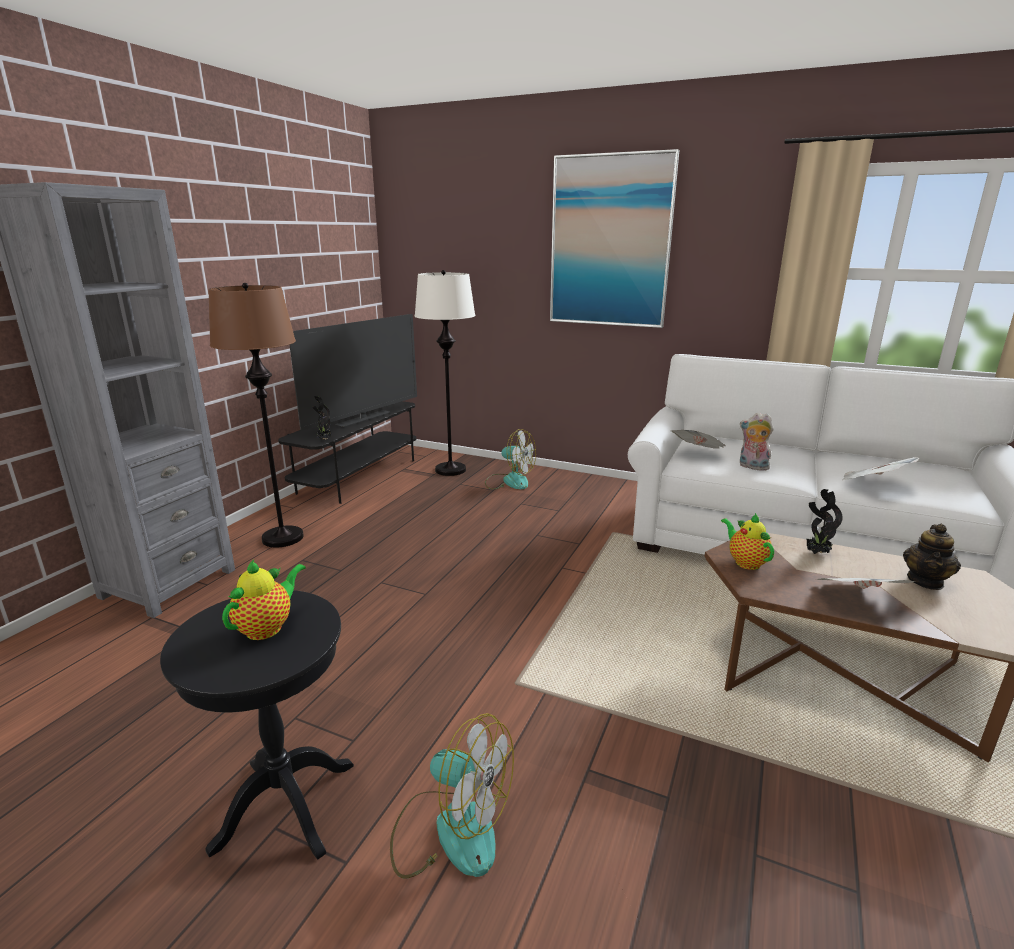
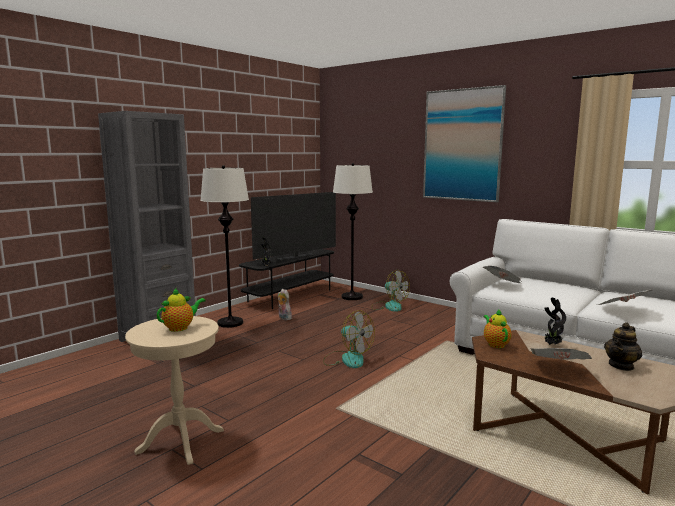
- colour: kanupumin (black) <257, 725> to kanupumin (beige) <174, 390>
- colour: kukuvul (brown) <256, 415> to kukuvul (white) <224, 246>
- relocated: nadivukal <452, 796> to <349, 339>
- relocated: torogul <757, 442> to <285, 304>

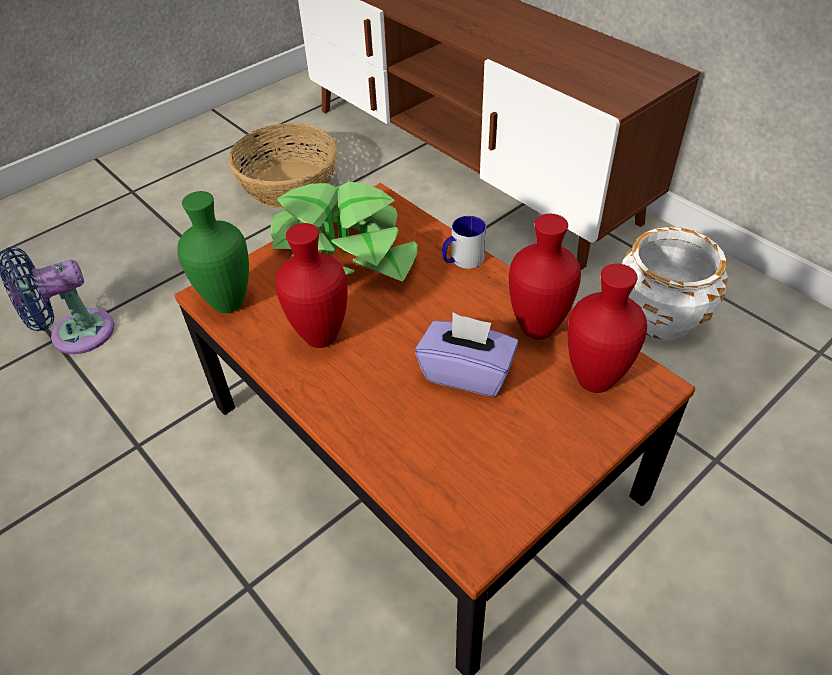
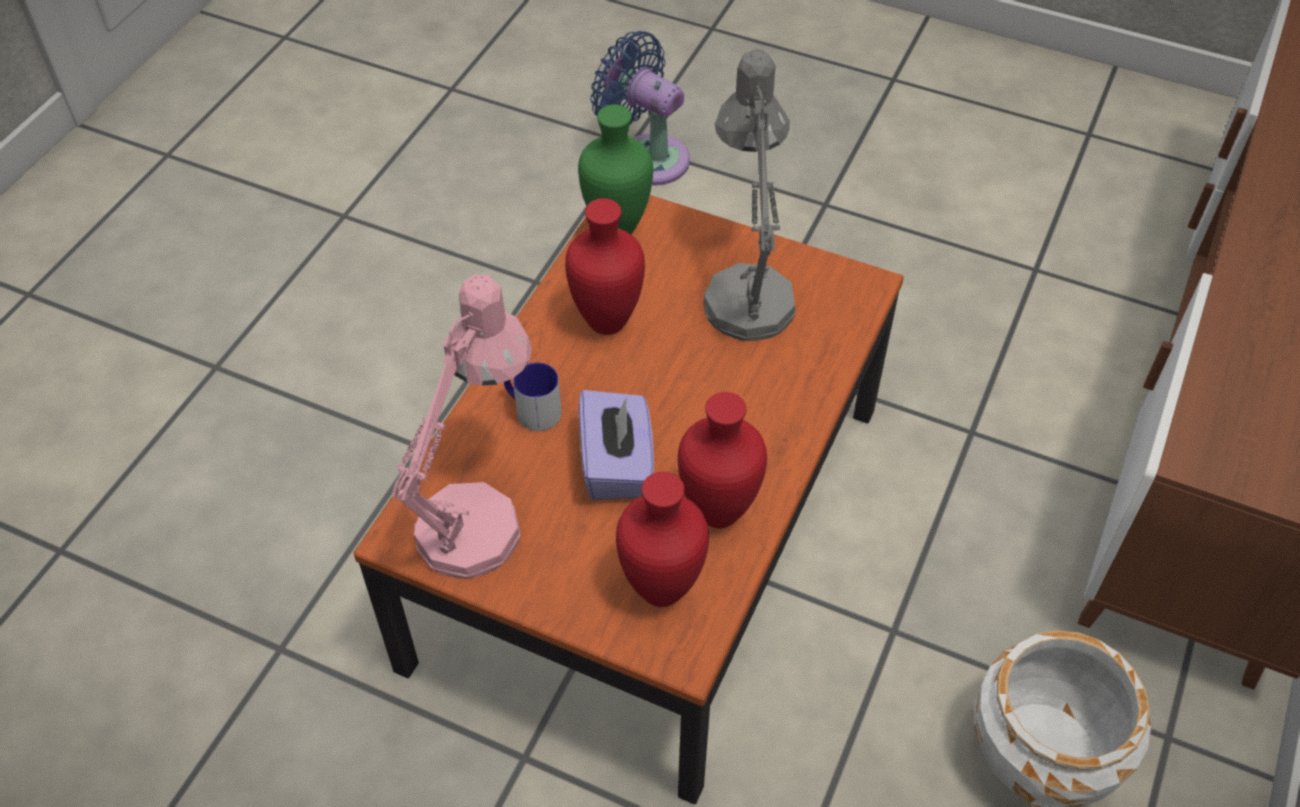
- missing: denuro <282, 165>
- exchanged: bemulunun <344, 232> to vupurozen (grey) <750, 195>
- relocated: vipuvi <464, 242> to <533, 396>
- appeared: vupurozen (pink) <462, 427>

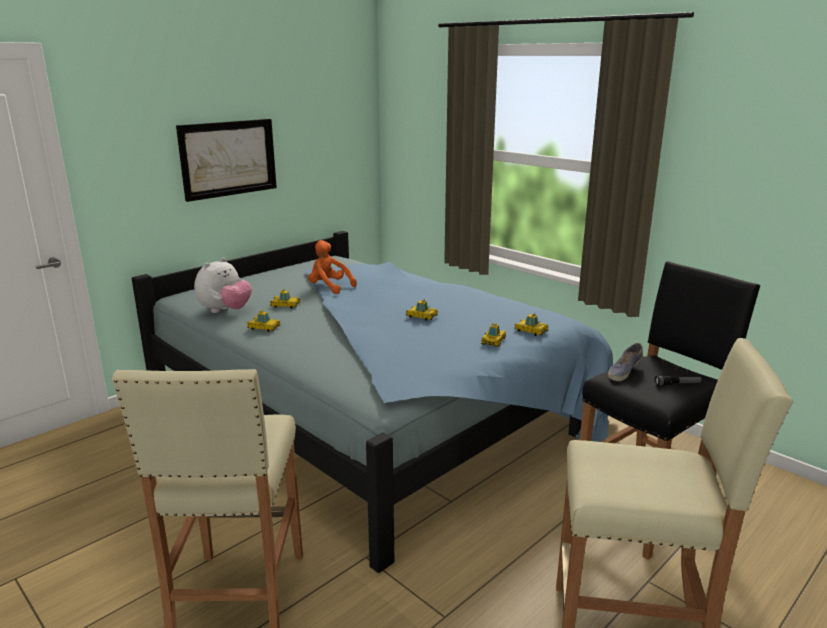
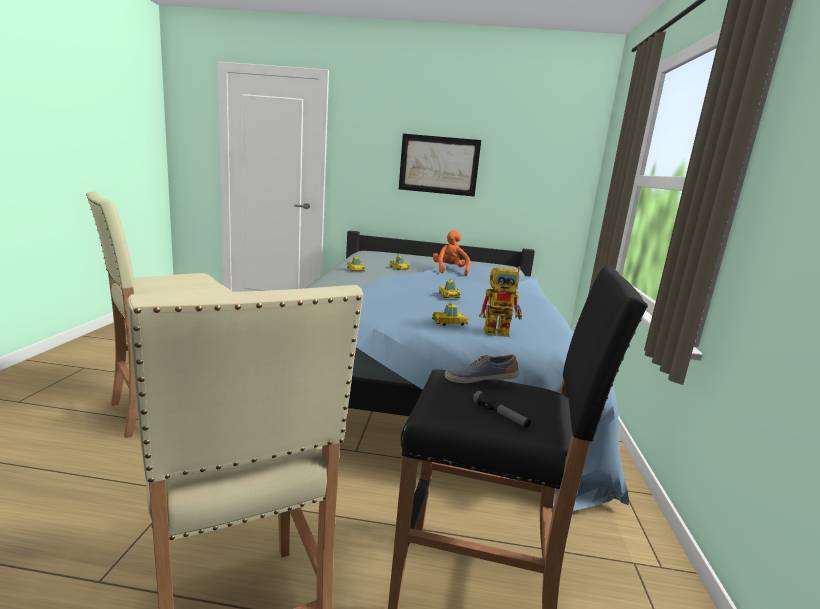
- missing: torogul <223, 285>
- exchanged: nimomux <531, 324> to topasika <500, 302>

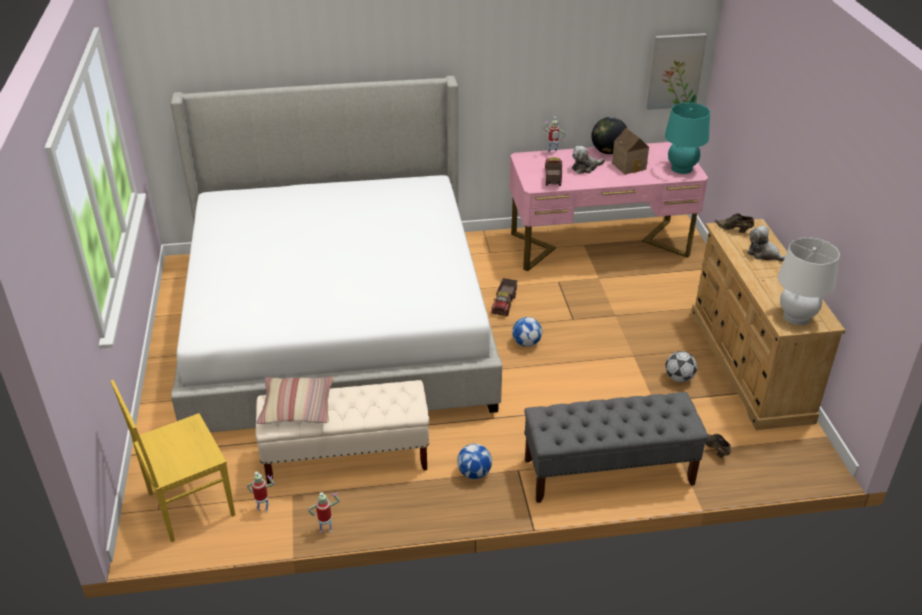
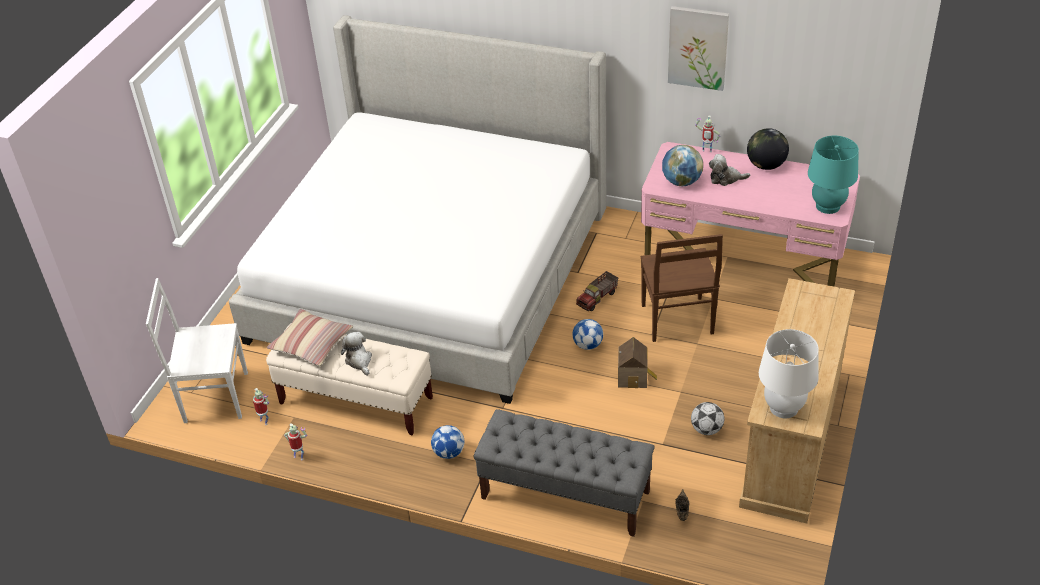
- colour: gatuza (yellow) <173, 461> to gatuza (white) <197, 350>
- exchanged: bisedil <553, 171> to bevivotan <682, 165>
- relocated: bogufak <630, 151> to <637, 362>
- relocated: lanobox <676, 71> to <698, 48>
- missing: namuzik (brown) <734, 223>
- relocated: torogul <766, 243> to <356, 354>
- appeared: gatuza (brown) <682, 288>

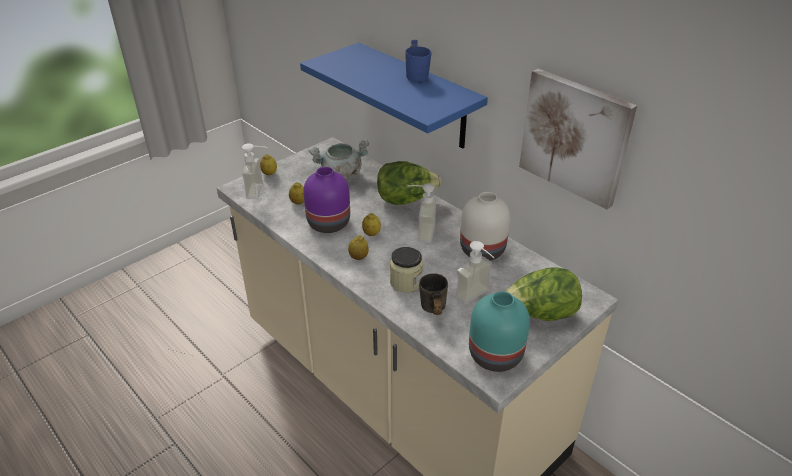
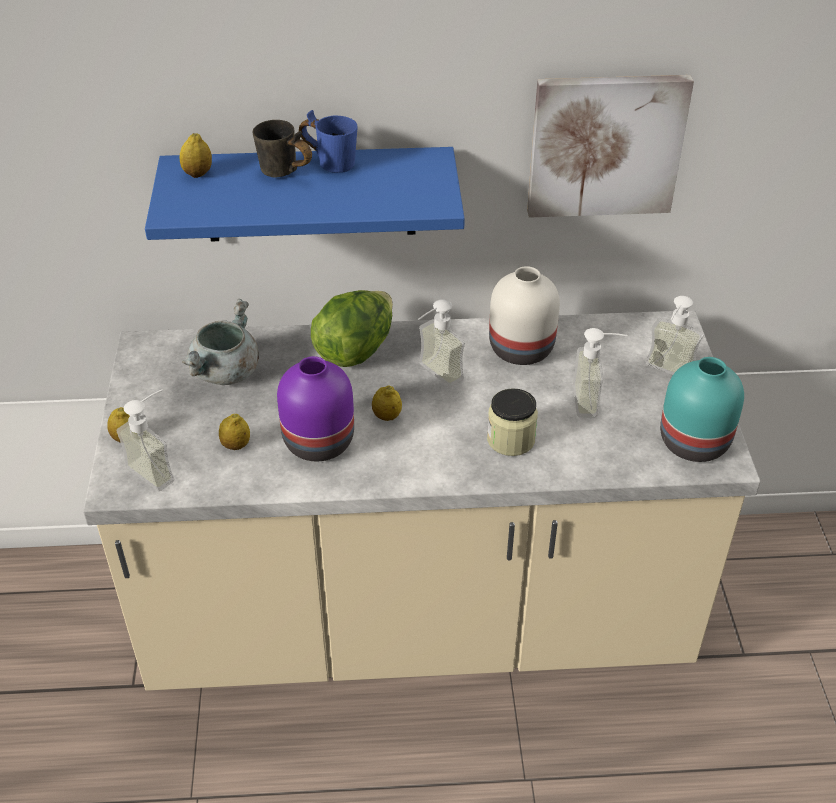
- relocated: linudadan <358, 247> to <196, 155>
- relocated: vipuvi (grey) <433, 294> to <282, 149>
- exchanged: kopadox <543, 294> to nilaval <674, 335>

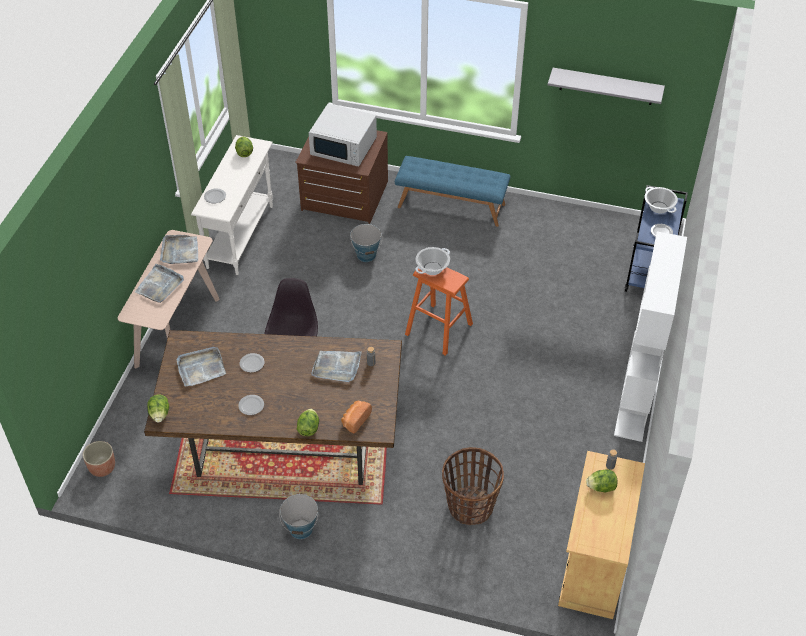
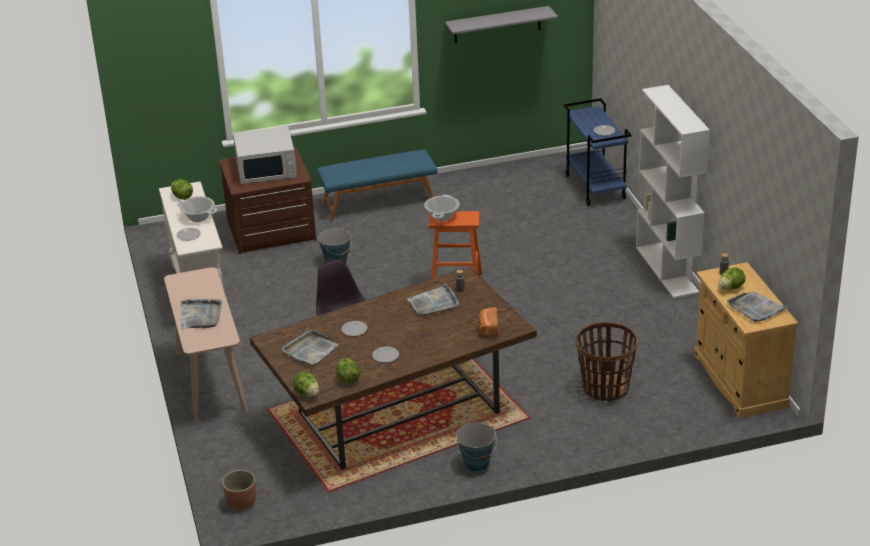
- relocated: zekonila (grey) <179, 249> to <757, 306>
- relocated: kopadox <308, 422> to <348, 371>
- relocated: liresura <661, 200> to <197, 209>

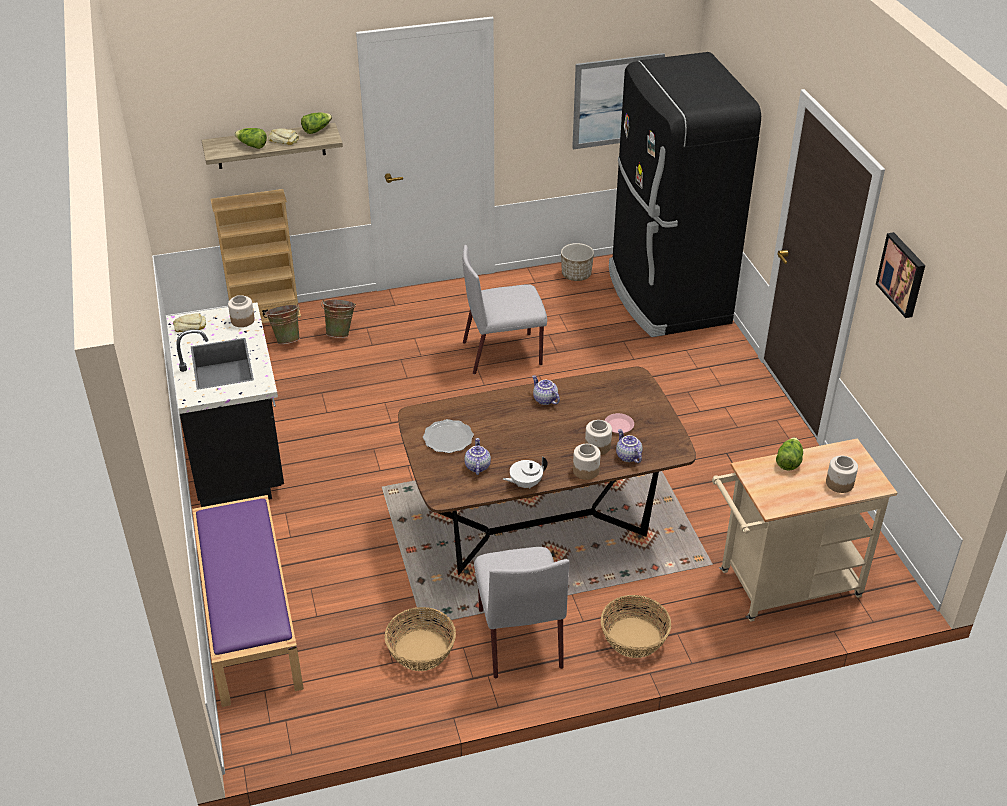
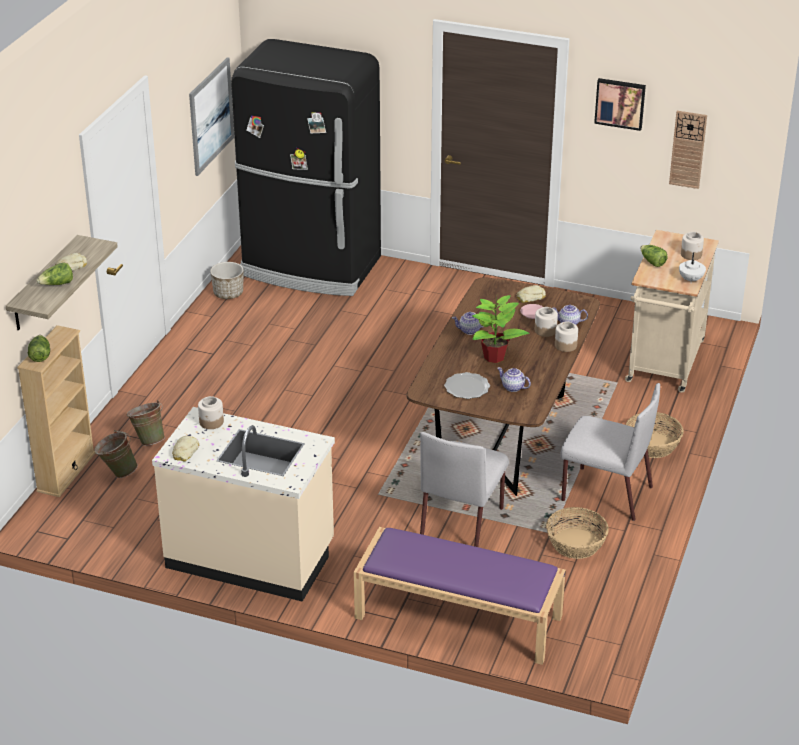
- colour: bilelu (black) <225, 405> to bilelu (beige) <243, 504>
- relocated: kopadox <316, 123> to <39, 348>
- relocated: gatuza (grey) <505, 309> to <464, 489>
- relocated: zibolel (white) <525, 473> to <692, 267>
- appeared: bemulunun <500, 329>
- appeared: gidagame <531, 294>
- appeared: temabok <688, 150>

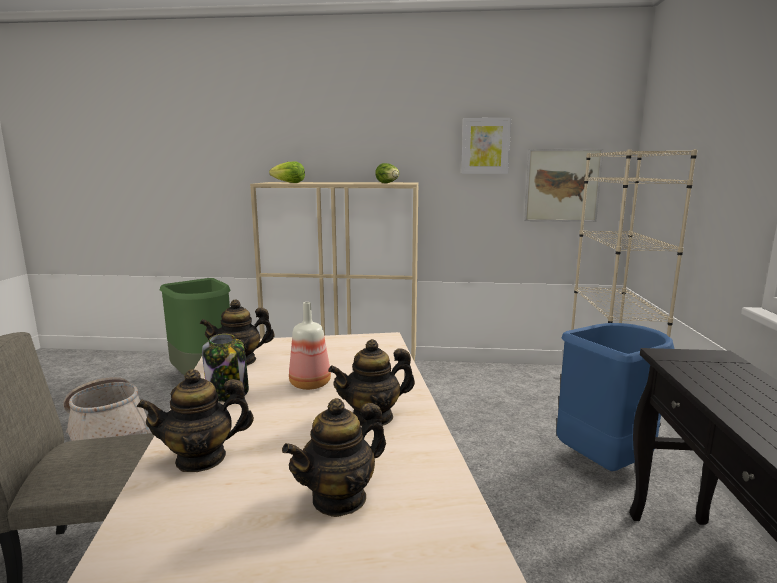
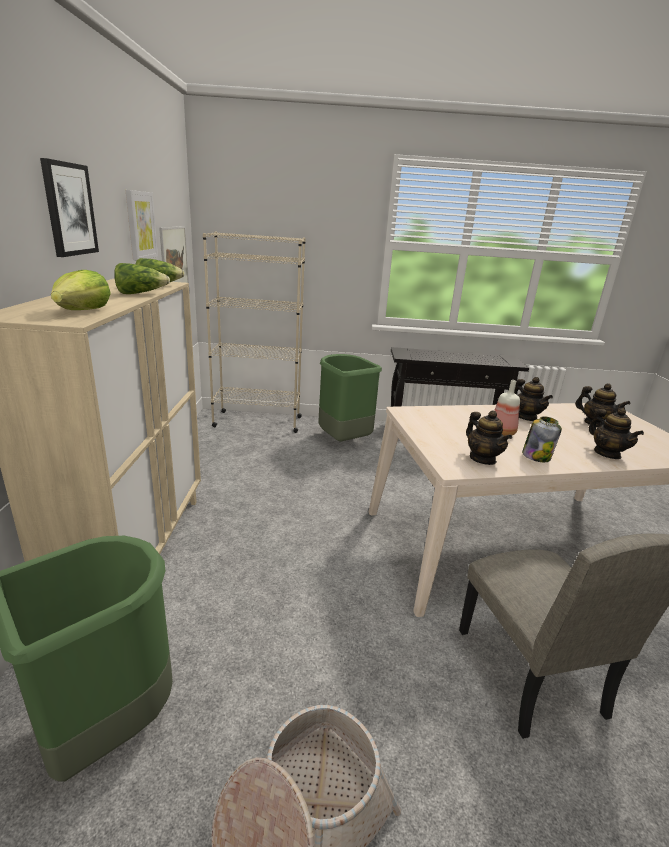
- colour: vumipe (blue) <615, 397> to vumipe (green) <350, 398>
- appeared: lanobox <69, 207>
- appeared: kopadox <142, 278>

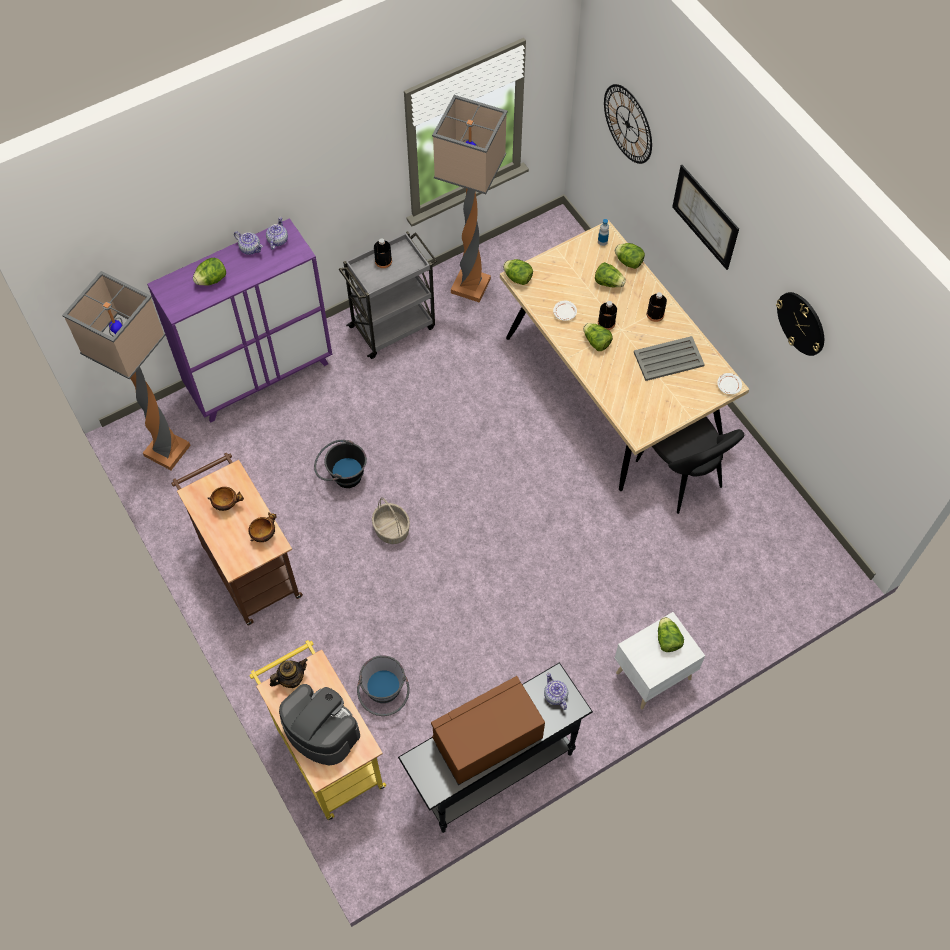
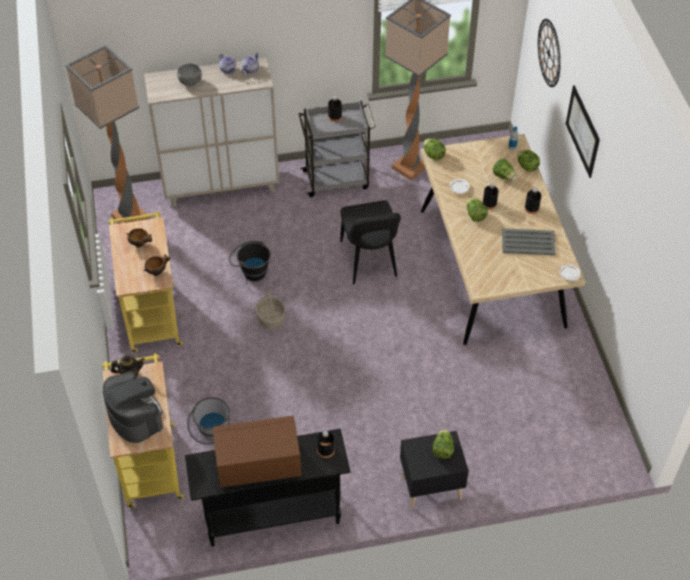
- colour: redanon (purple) <240, 320> to redanon (beige) <211, 132>
- colour: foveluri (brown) <237, 538> to foveluri (yellow) <146, 282>
- exchanged: kopadox <209, 272> to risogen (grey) <189, 75>
- exchanged: zibolel <556, 691> to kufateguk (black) <326, 444>
- colour: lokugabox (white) <660, 660> to lokugabox (black) <434, 470>
- relocated: gatuza (black) <690, 465> to <370, 242>
- missing: temabok <800, 324>

